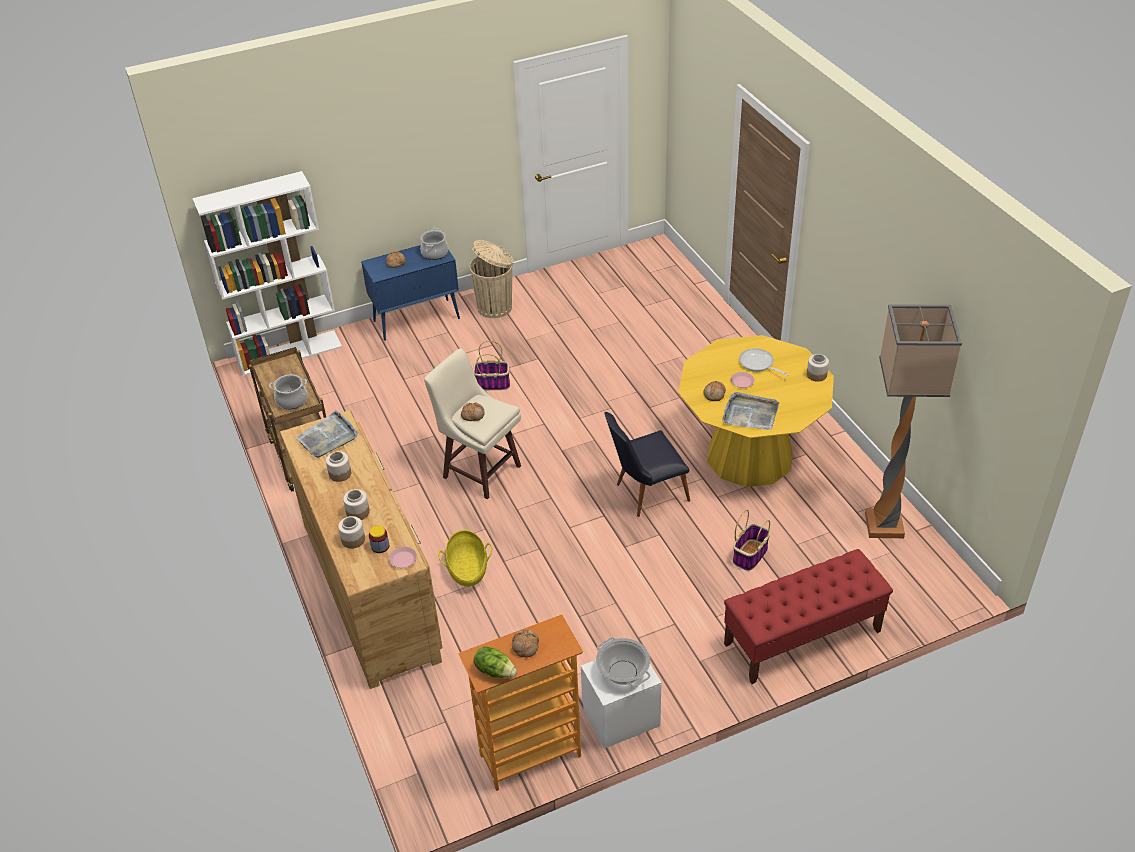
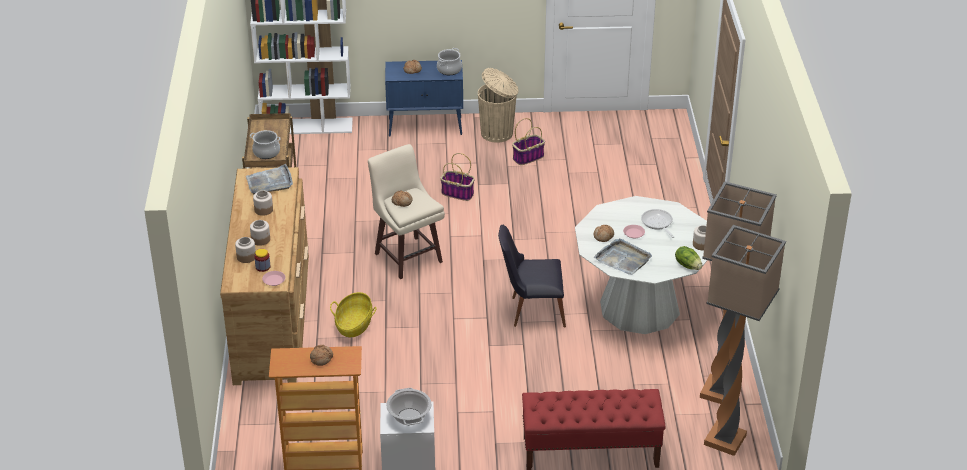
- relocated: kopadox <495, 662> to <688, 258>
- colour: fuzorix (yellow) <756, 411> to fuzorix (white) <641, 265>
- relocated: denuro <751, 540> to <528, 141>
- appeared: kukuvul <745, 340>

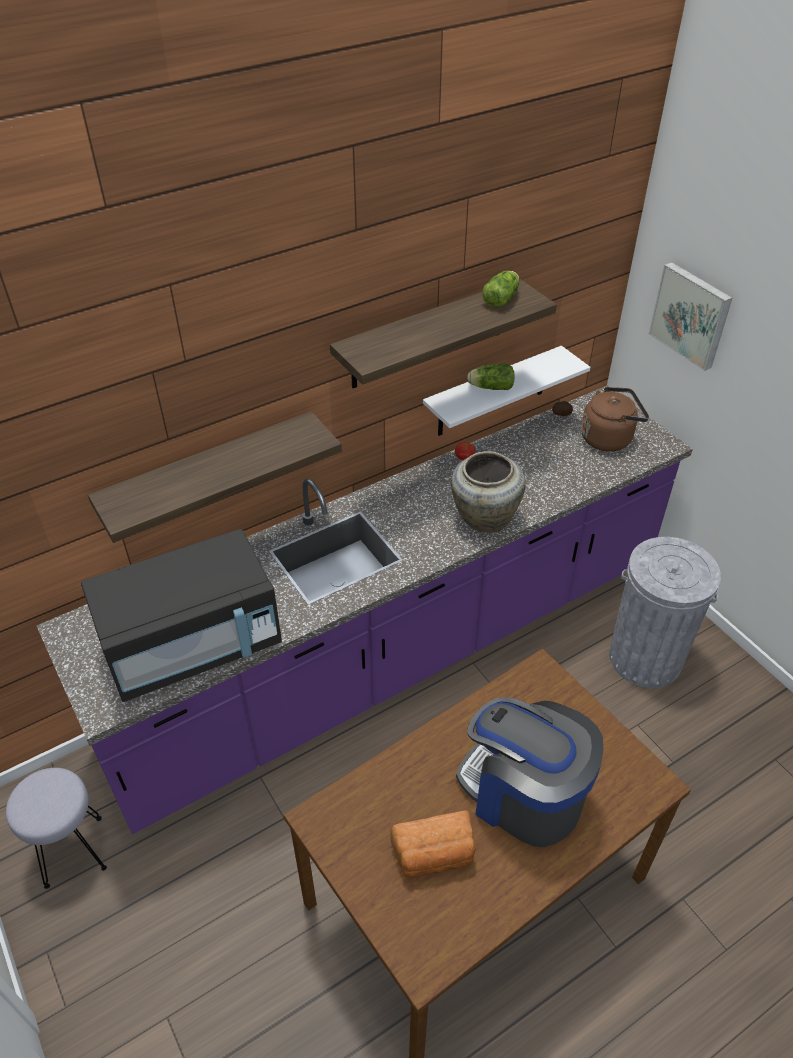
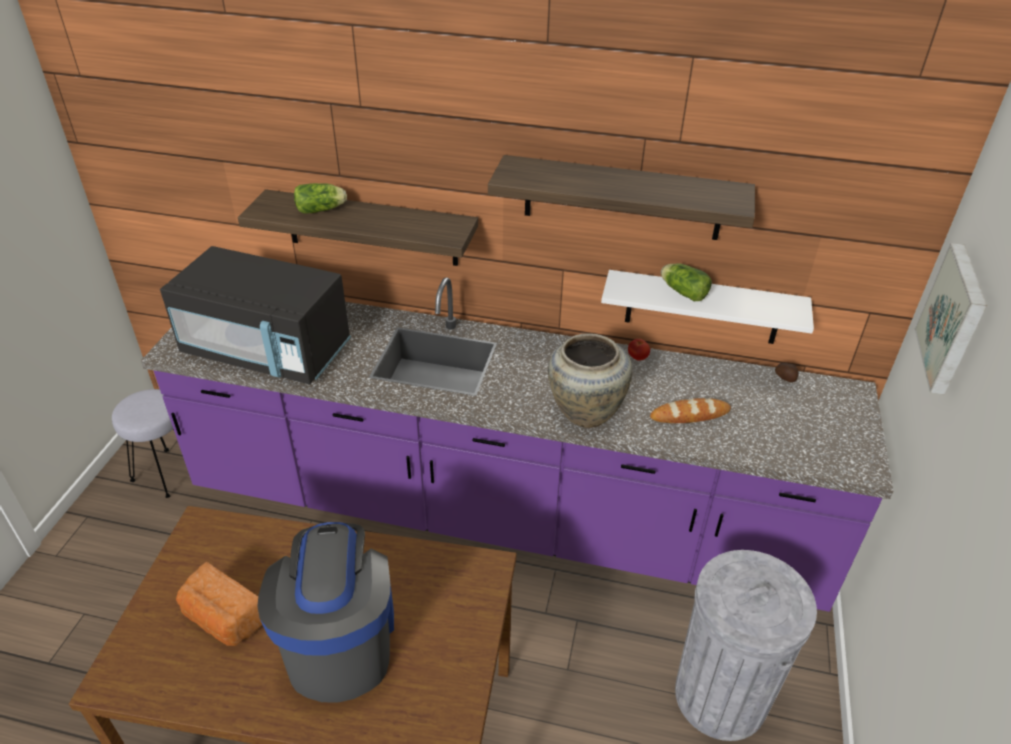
- relocated: kopadox <501, 289> to <320, 198>
- missing: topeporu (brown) <615, 419>
- appeared: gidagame <690, 410>

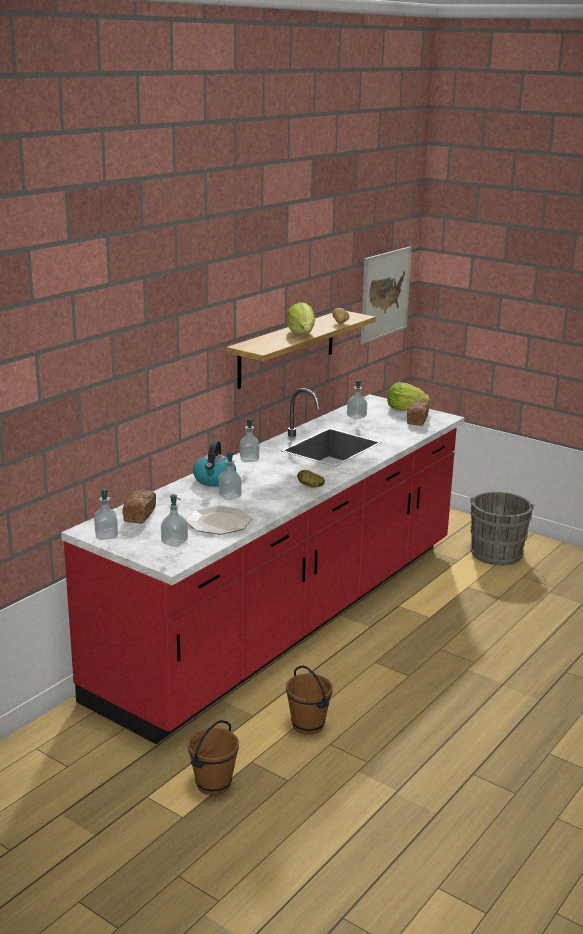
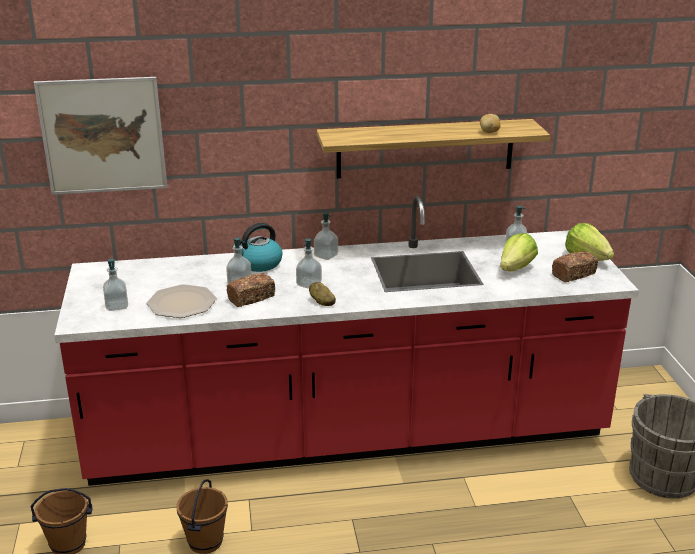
- relocated: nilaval <106, 514> to <309, 263>
- relocated: gidagame <139, 506> to <251, 290>
- relocated: kopadox <300, 318> to <519, 252>
- relocated: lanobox <386, 295> to <100, 136>

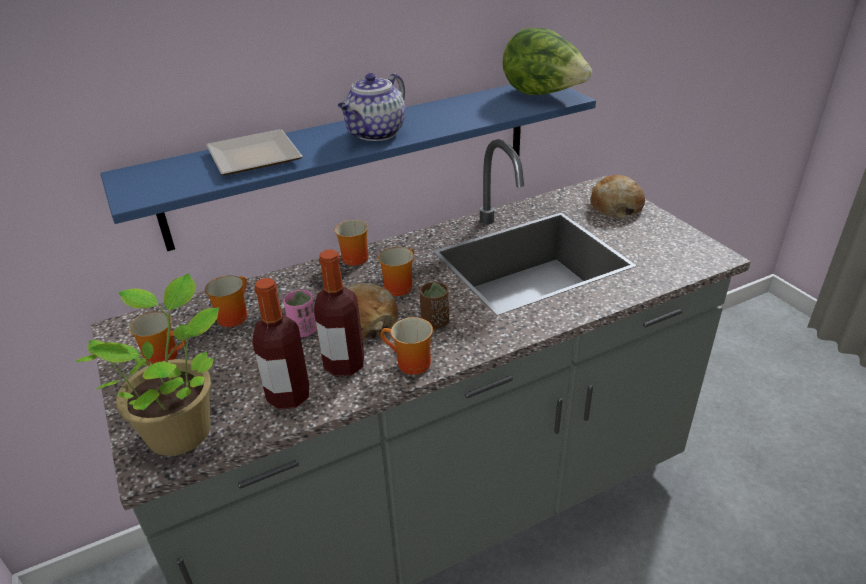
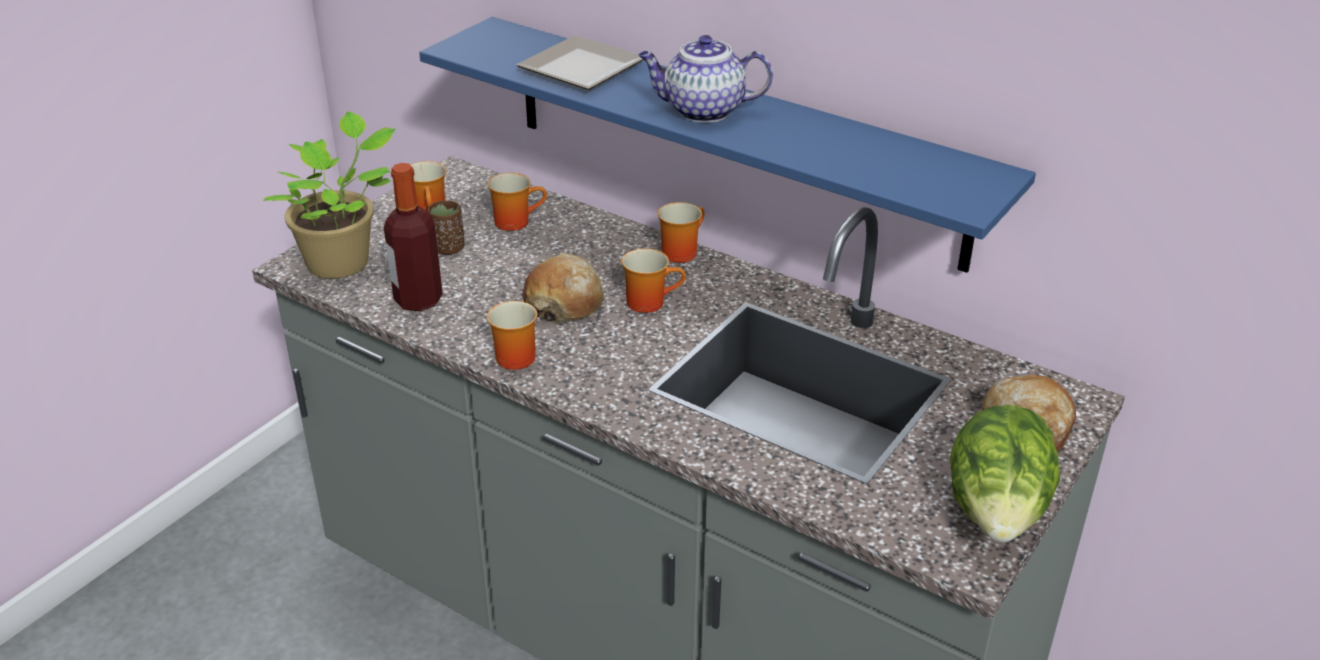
- missing: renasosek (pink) <300, 313>
- missing: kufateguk <339, 313>
- relocated: renasosek (brown) <434, 305> to <446, 227>
- relocated: kopadox <547, 61> to <1005, 473>

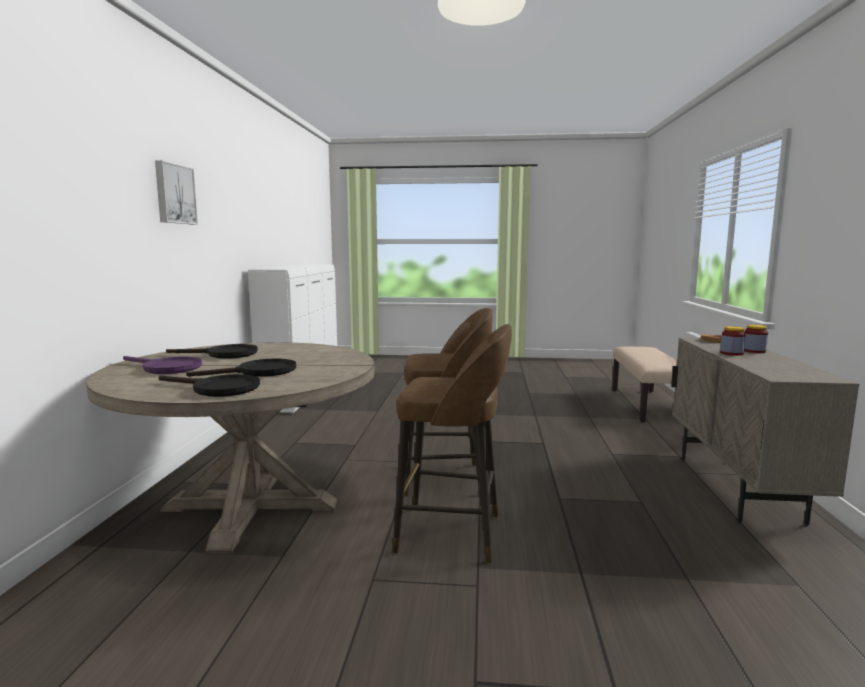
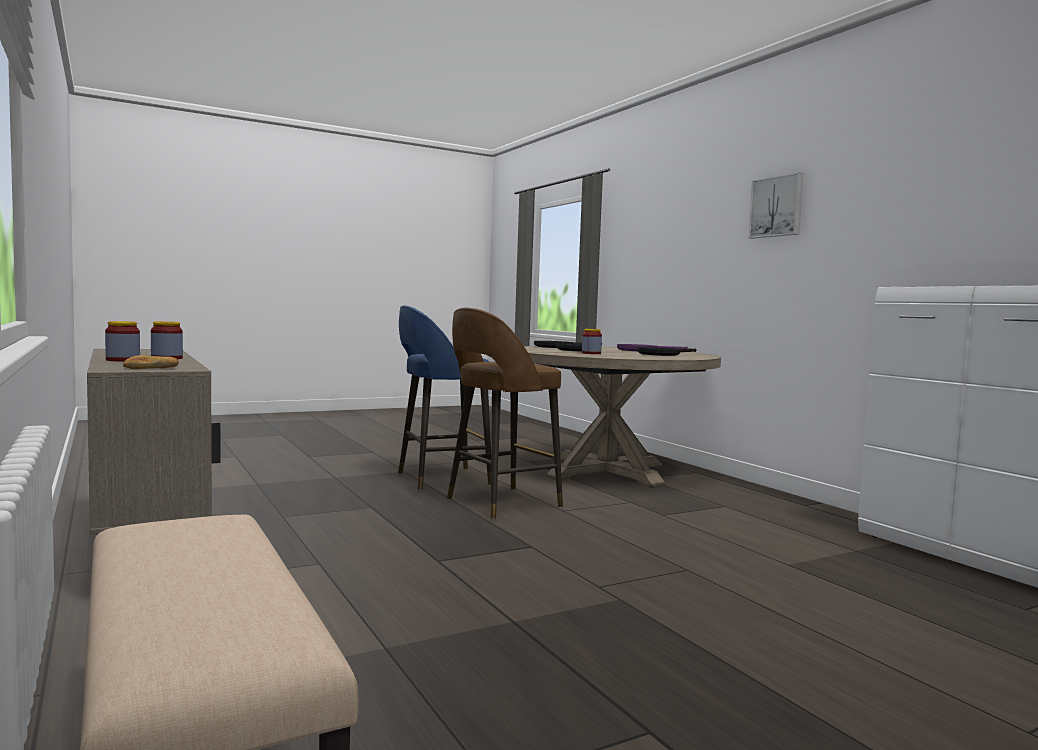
- colour: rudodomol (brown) <452, 444> to rudodomol (blue) <444, 397>
- appeared: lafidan <592, 341>

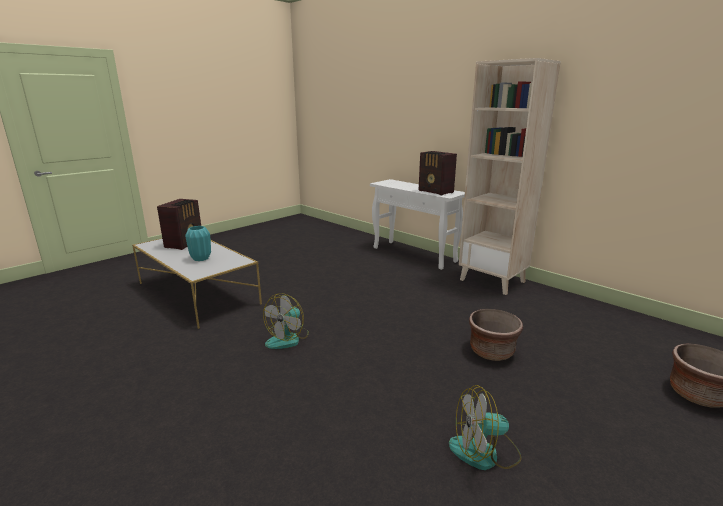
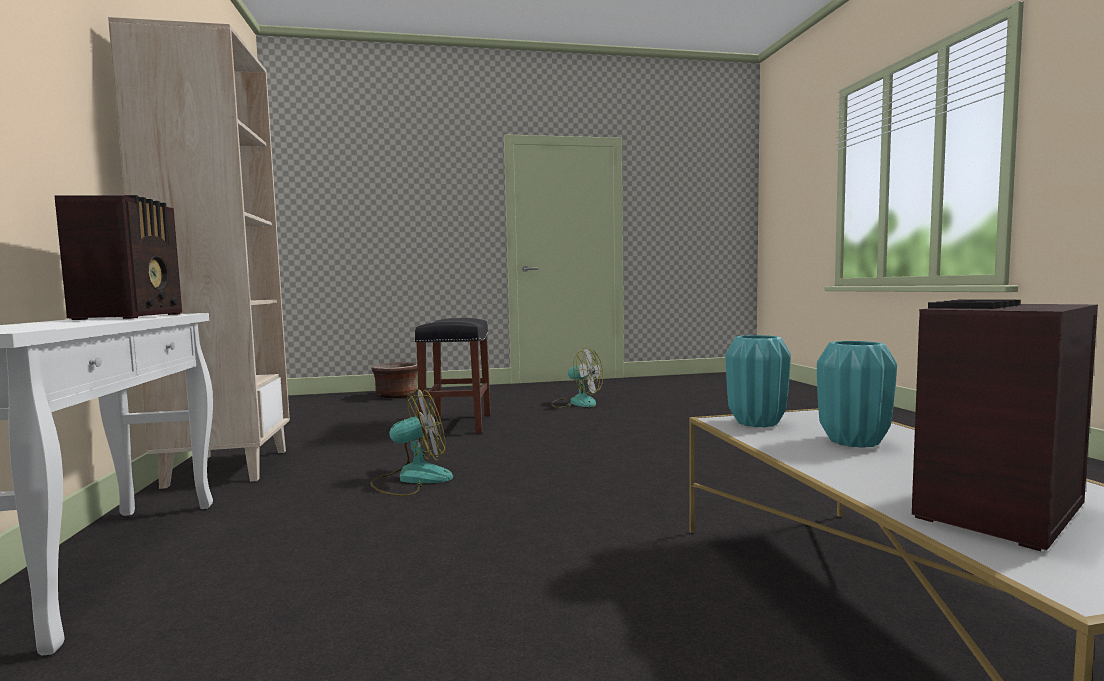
- relocated: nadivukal <286, 321> to <411, 442>
- exchanged: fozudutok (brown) <496, 335> to rudodomol (black) <453, 376>
- appeared: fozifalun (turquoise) <758, 381>

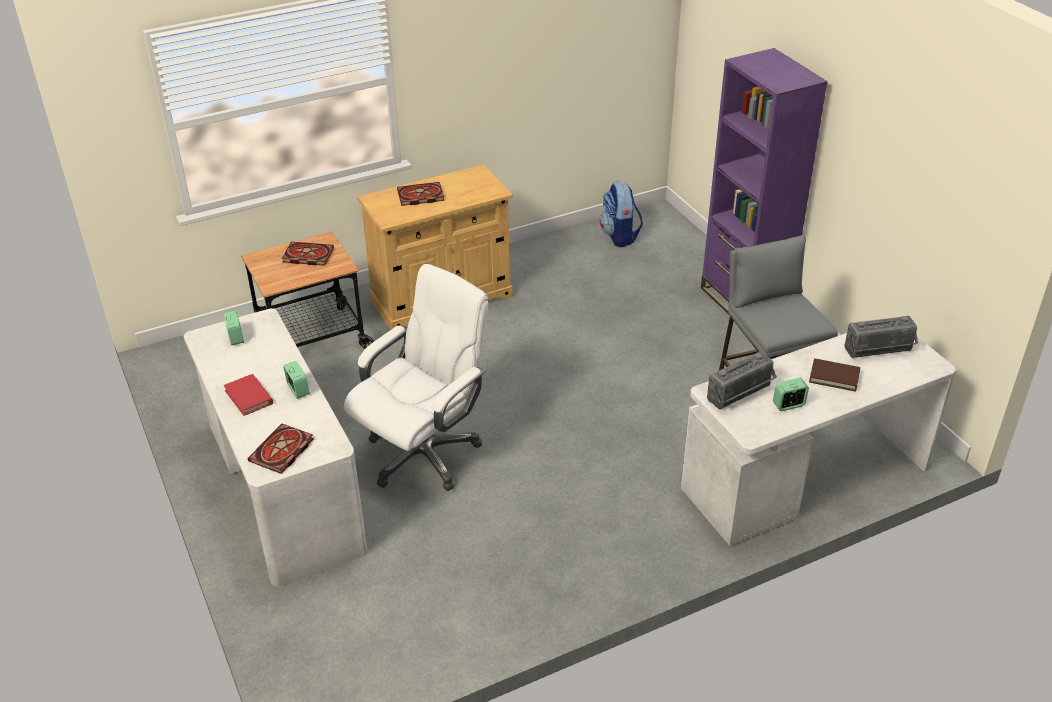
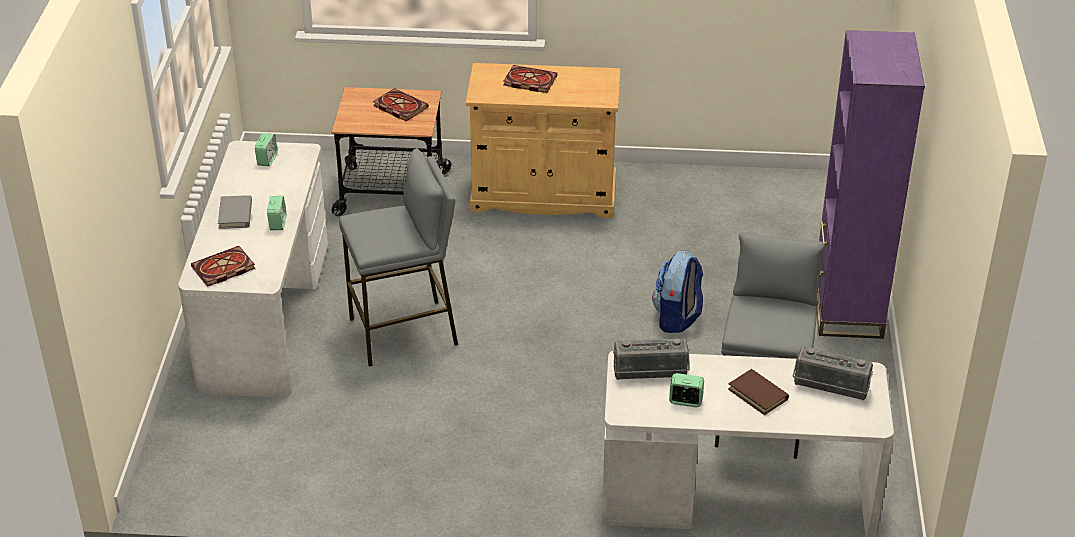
- colour: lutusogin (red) <248, 395> to lutusogin (grey) <235, 212>
- exchanged: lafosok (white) <416, 377> to rudodomol (grey) <398, 257>
- relocated: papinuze <621, 214> to <677, 292>

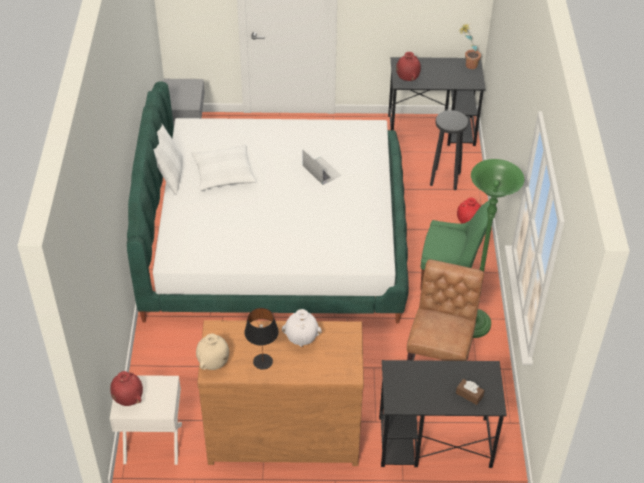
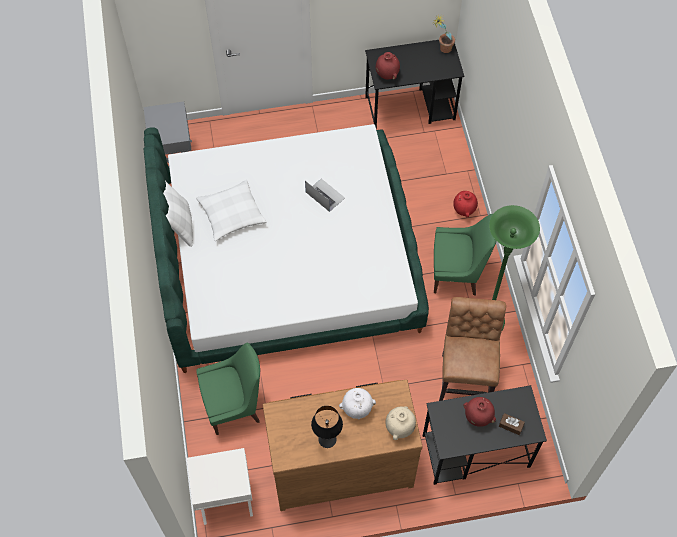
- relocated: fozifalun (red) <126, 388> to <479, 412>
- relocated: fozifalun (beige) <212, 352> to <400, 423>
- missing: rudodomol (black) <449, 150>
- appeared: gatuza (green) <228, 389>

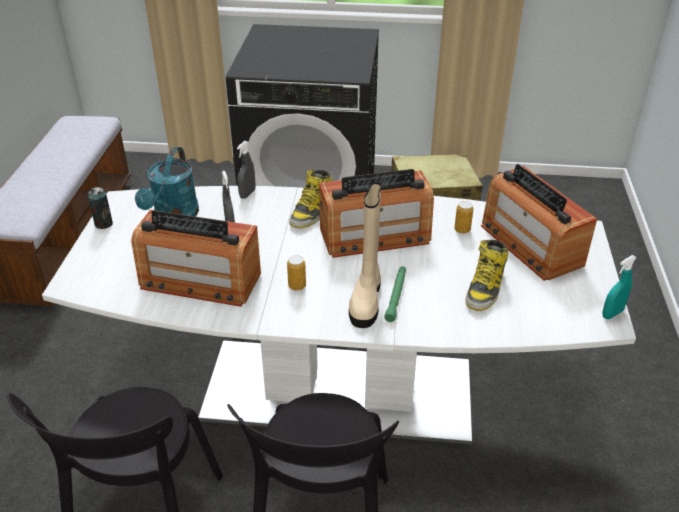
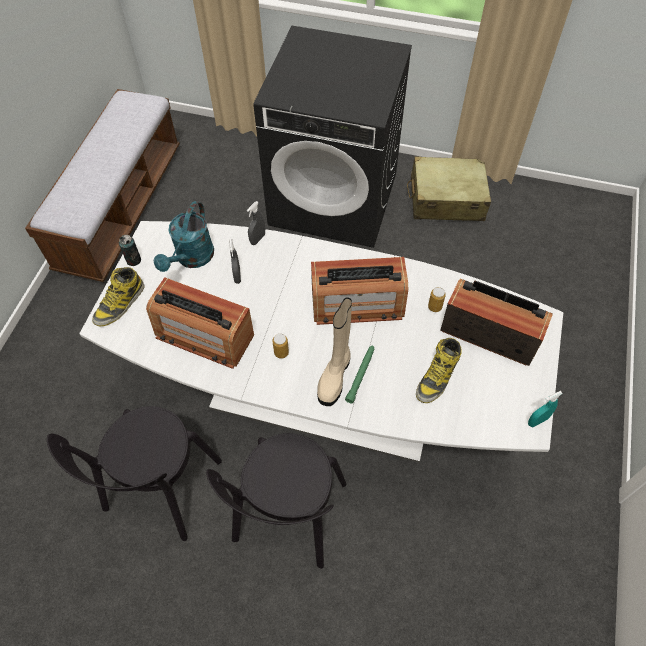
- relocated: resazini <310, 198> to <118, 296>
- spun: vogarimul <539, 222> = <497, 322> 135 degrees clockwise

